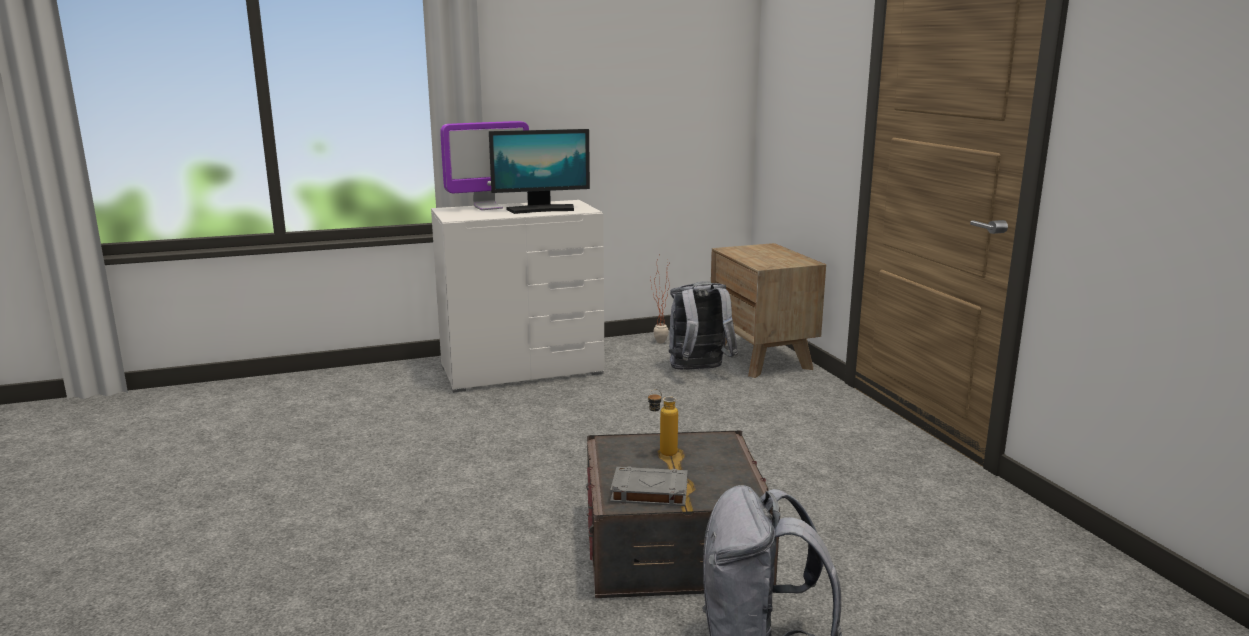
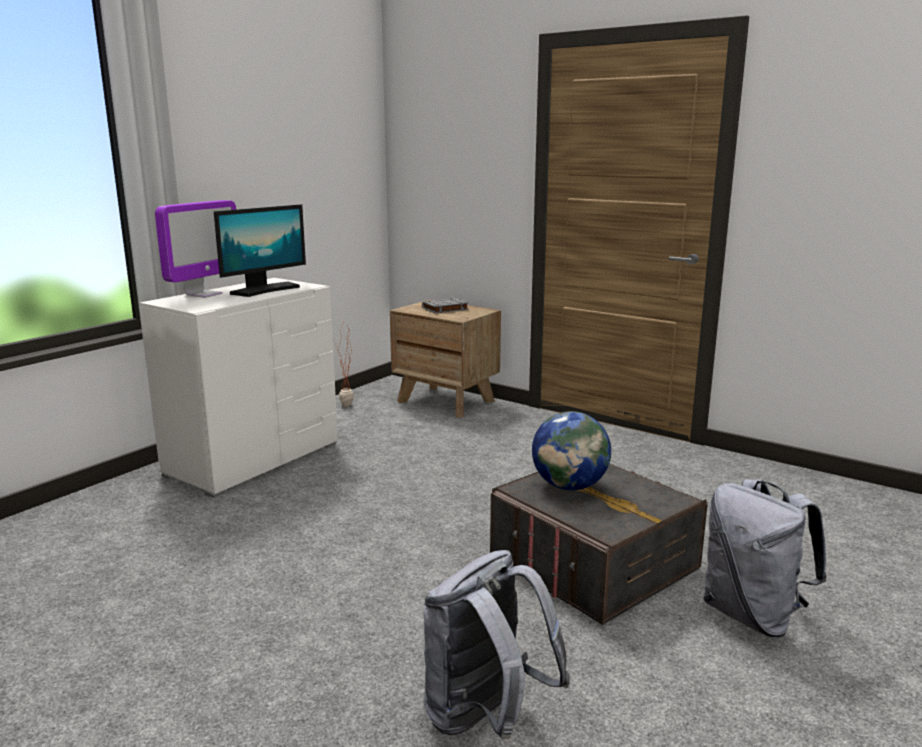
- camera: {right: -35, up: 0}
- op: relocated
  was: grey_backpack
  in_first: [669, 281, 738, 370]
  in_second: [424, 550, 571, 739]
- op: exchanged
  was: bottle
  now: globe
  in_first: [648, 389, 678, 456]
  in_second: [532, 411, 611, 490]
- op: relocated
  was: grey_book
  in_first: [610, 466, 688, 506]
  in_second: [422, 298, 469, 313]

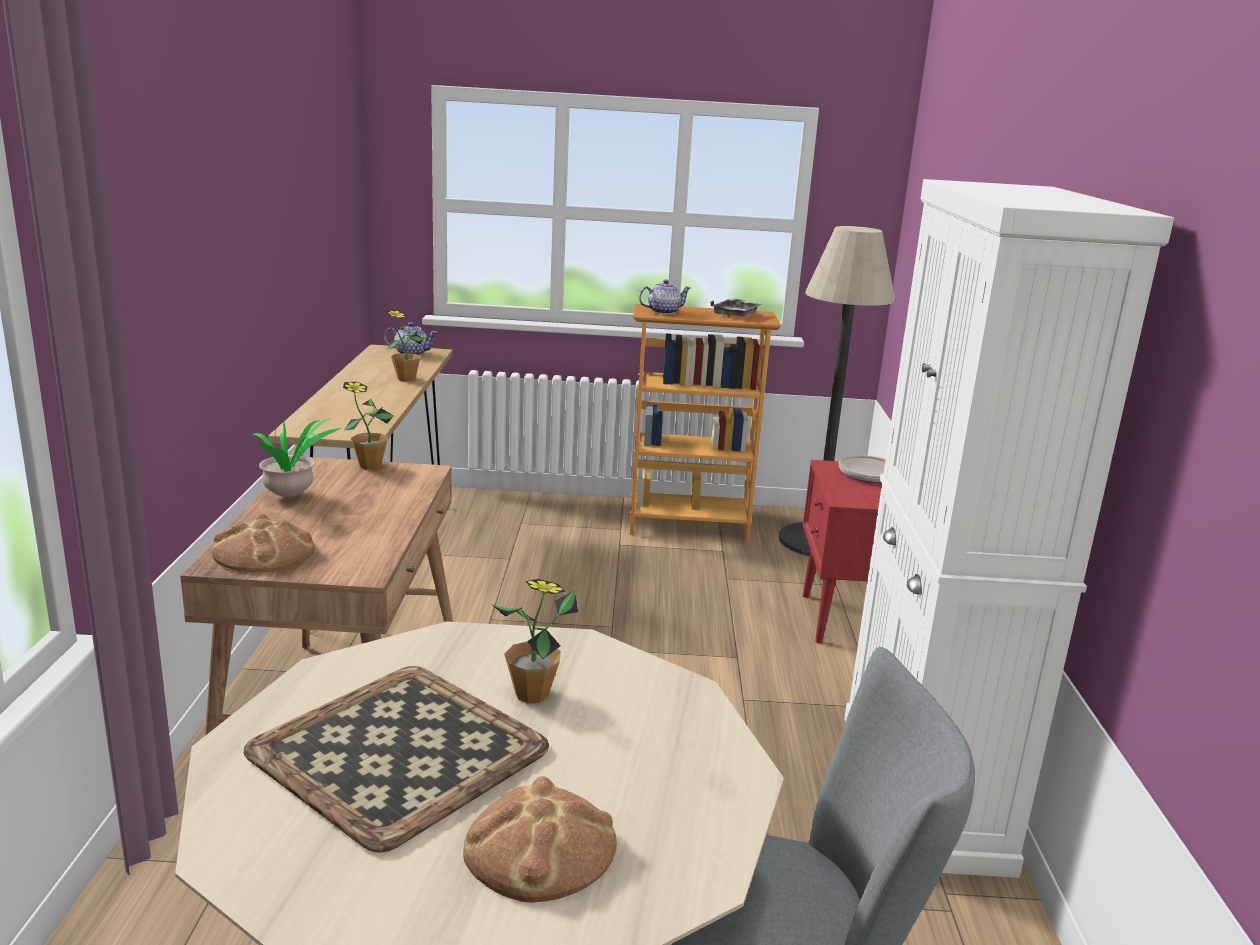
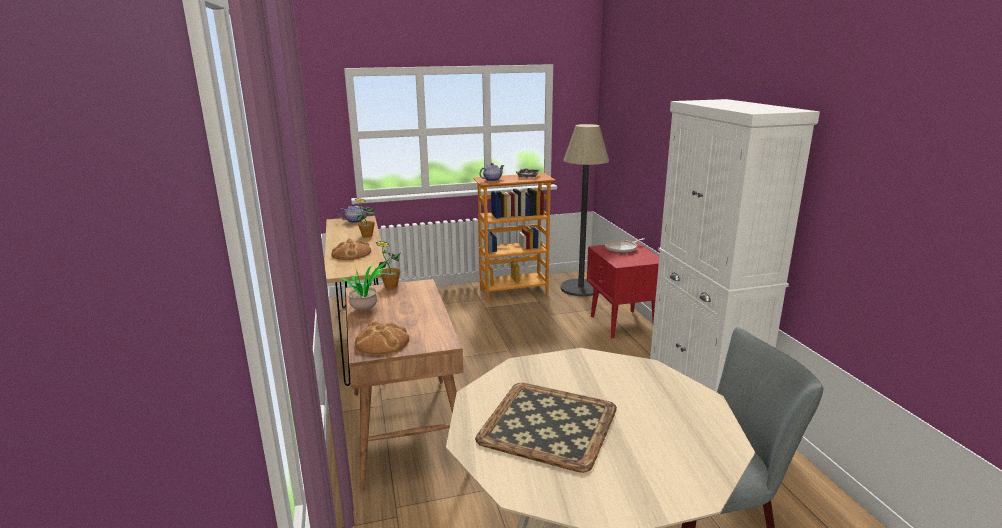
- camera: {right: -15, up: 0}
- op: missing
  was: potted_plant
  in_first: [491, 579, 578, 703]
- op: relocated
  was: bread
  in_first: [463, 776, 617, 903]
  in_second: [331, 238, 371, 260]

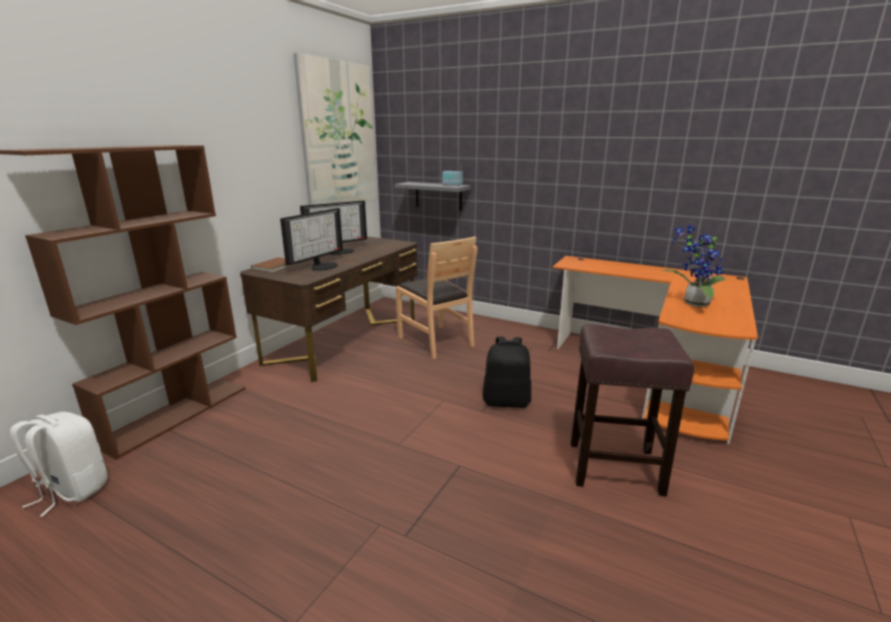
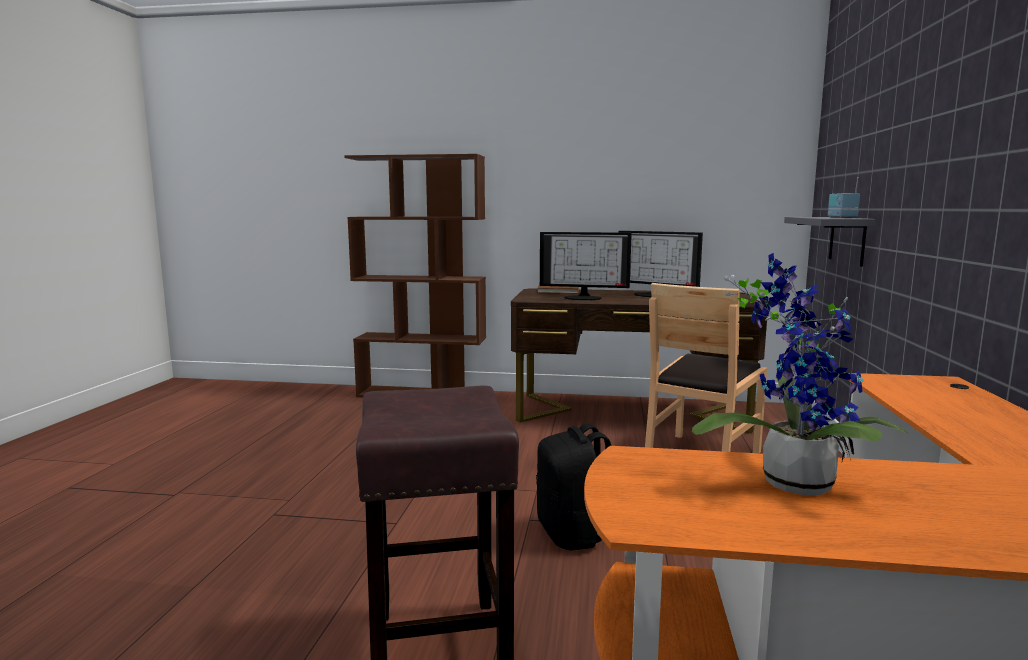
- camera: {right: 70, up: -10}
- op: missing
  was: picture
  in_first: [293, 53, 376, 205]
- op: missing
  was: white_backpack
  in_first: [10, 412, 108, 517]

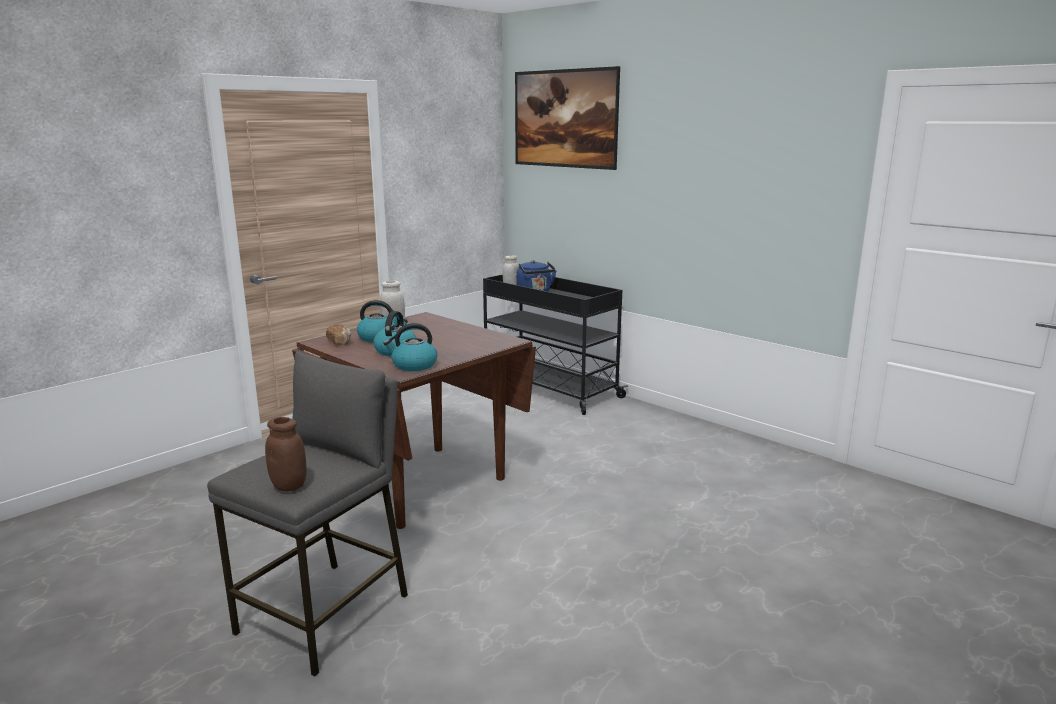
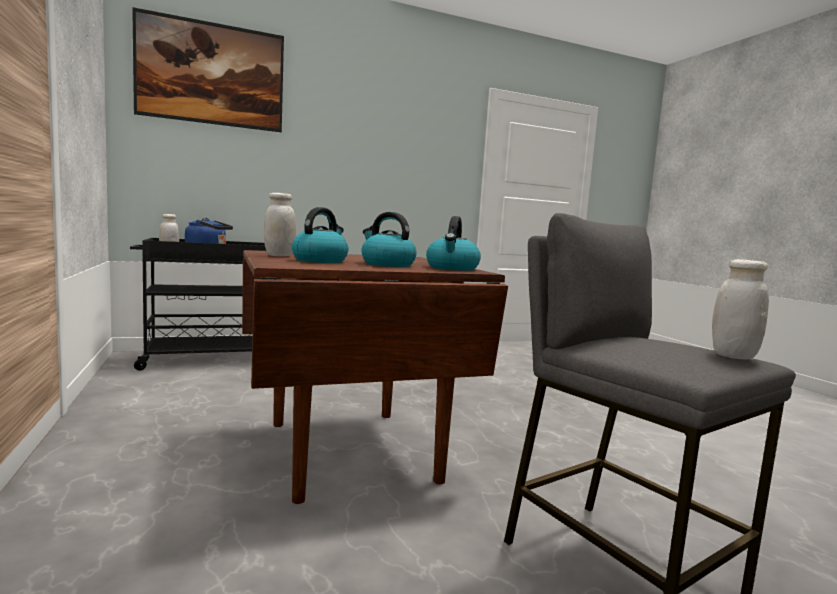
- camera: {right: -65, up: -10}
- op: missing
  was: bread
  in_first: [326, 324, 351, 345]
- op: colour
  was: brown_jar
  now: white_jar
  in_first: [265, 417, 307, 491]
  in_second: [712, 259, 769, 360]

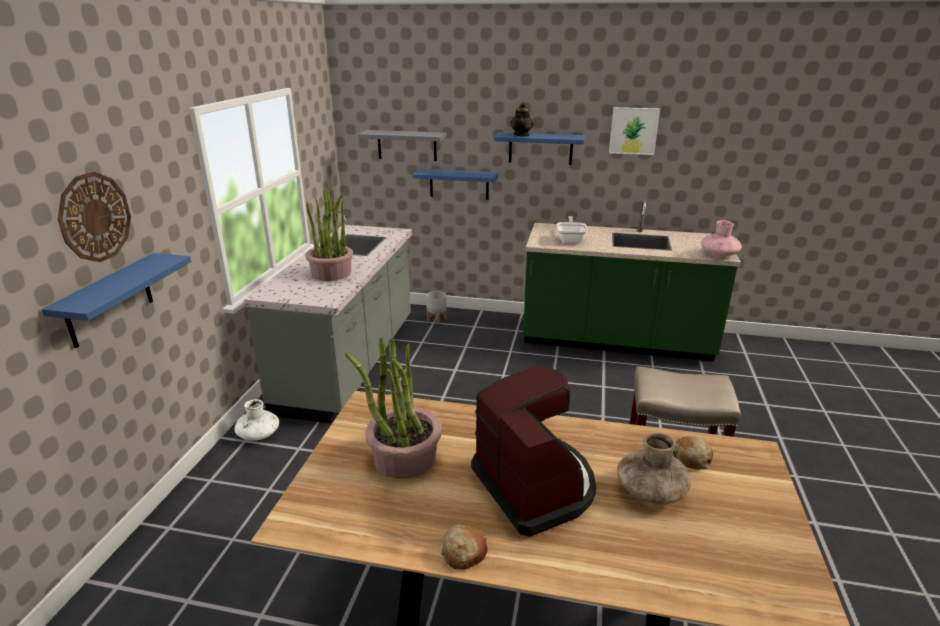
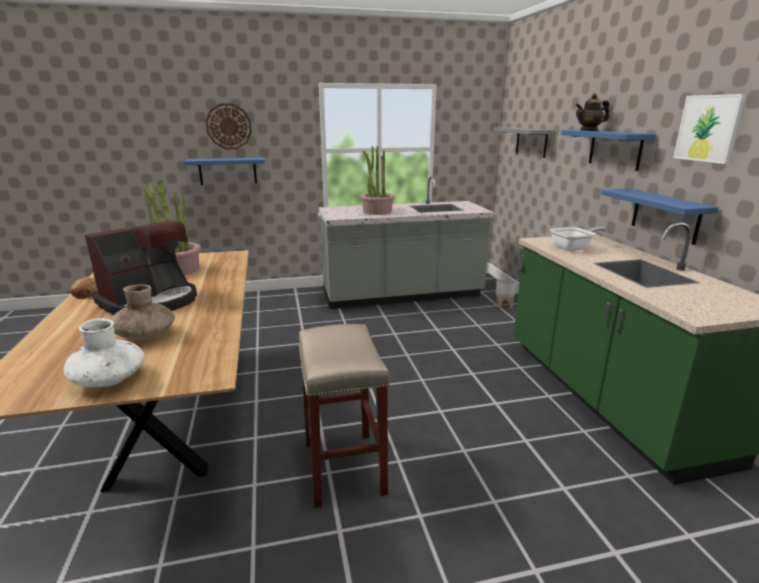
- camera: {right: 65, up: -5}
- op: relocated
  was: blue_shelf
  in_first: [413, 169, 499, 200]
  in_second: [601, 188, 719, 245]
- op: missing
  was: pink_vase
  in_first: [701, 220, 742, 258]
- op: relocated
  was: white_vase
  in_first: [234, 399, 279, 441]
  in_second: [64, 318, 145, 387]
- op: missing
  was: bread
  in_first: [673, 436, 713, 470]

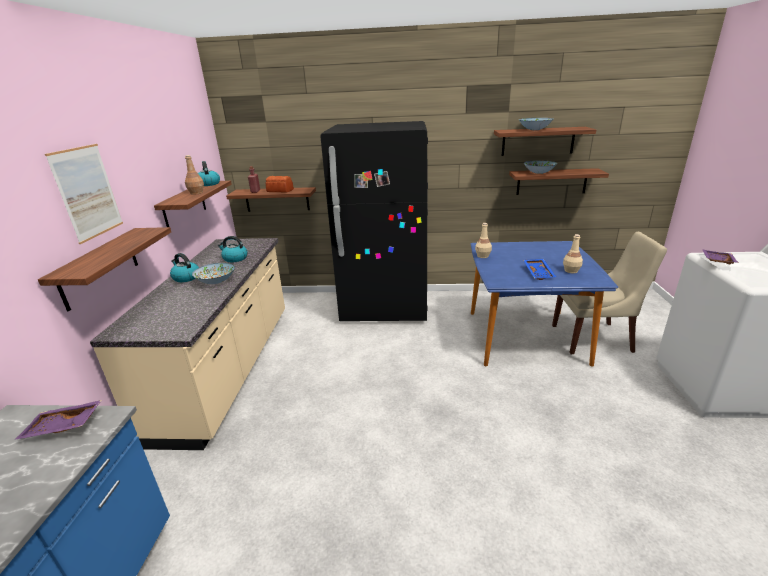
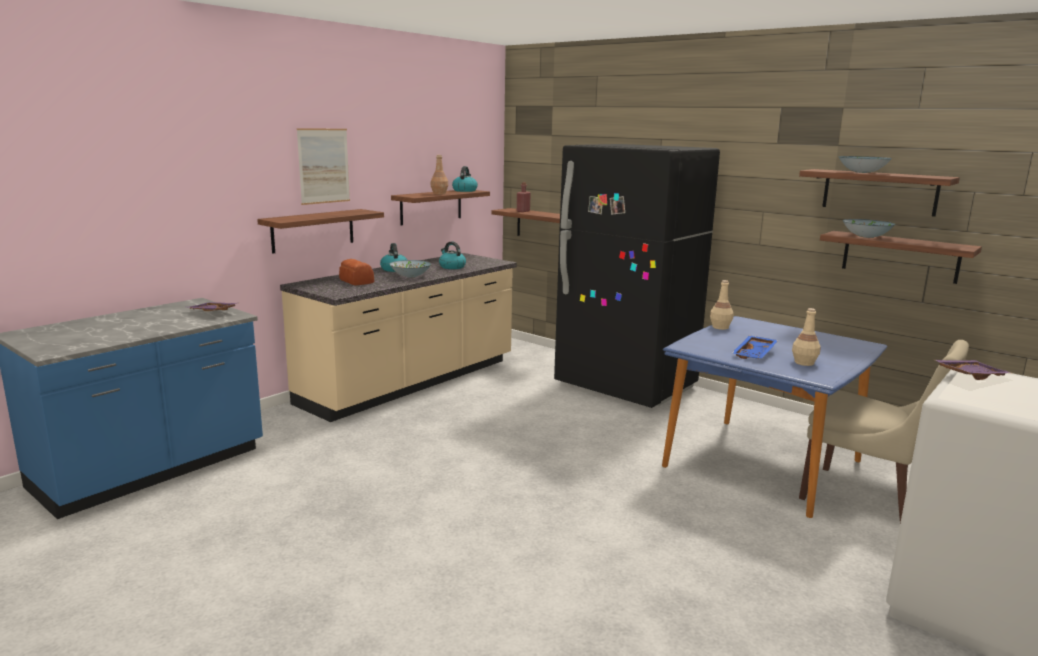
- camera: {right: 35, up: -10}
- op: relocated
  was: bread
  in_first: [266, 176, 294, 193]
  in_second: [339, 259, 374, 286]

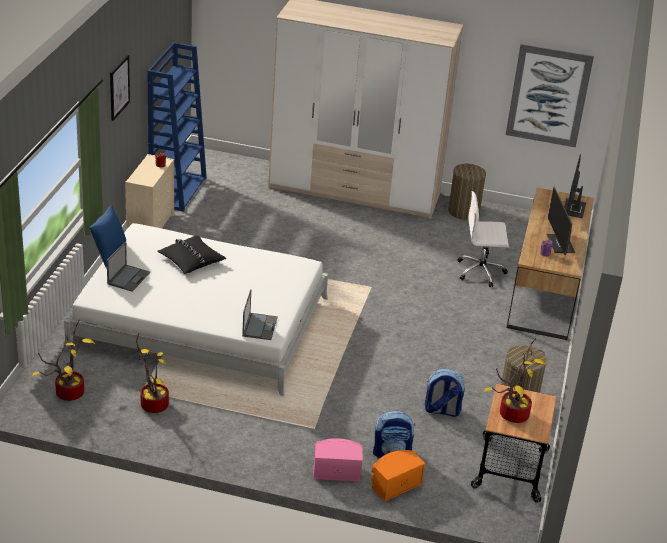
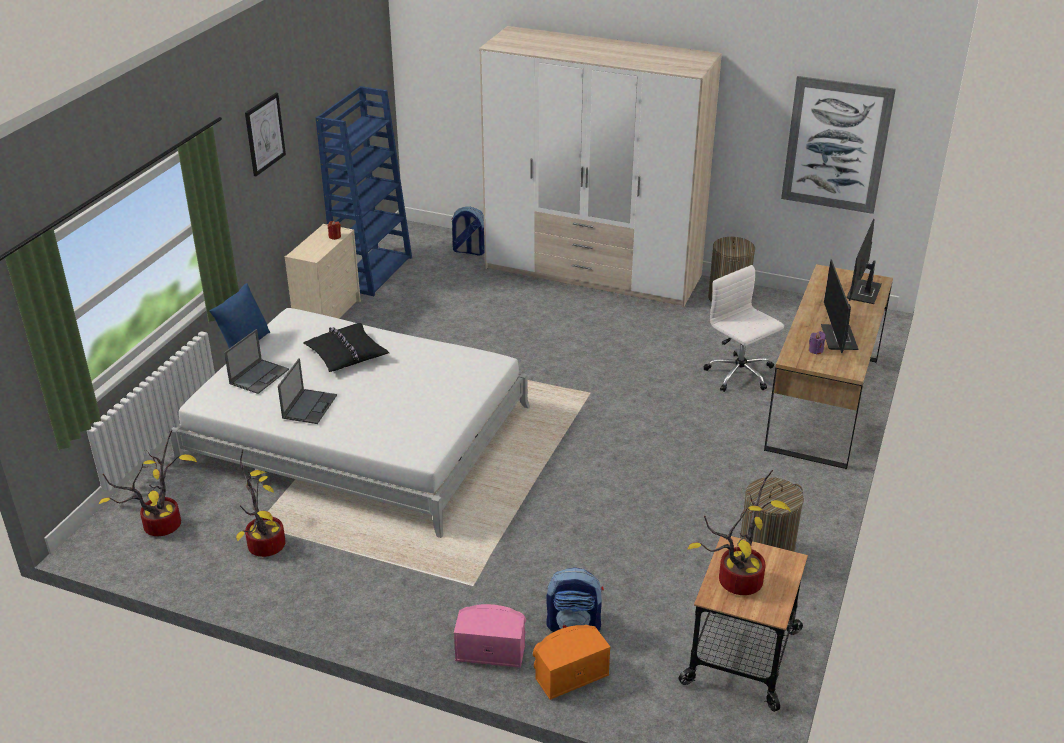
- camera: {right: 10, up: 0}
- op: spun
  was: white_office_chair
  in_first: [457, 191, 509, 287]
  in_second: [704, 265, 784, 392]
  clockwise: 45
- op: relocated
  was: laptop
  in_first: [242, 289, 278, 340]
  in_second: [278, 358, 337, 424]
- op: relocated
  was: backpack
  in_first: [425, 369, 465, 417]
  in_second: [451, 207, 485, 256]

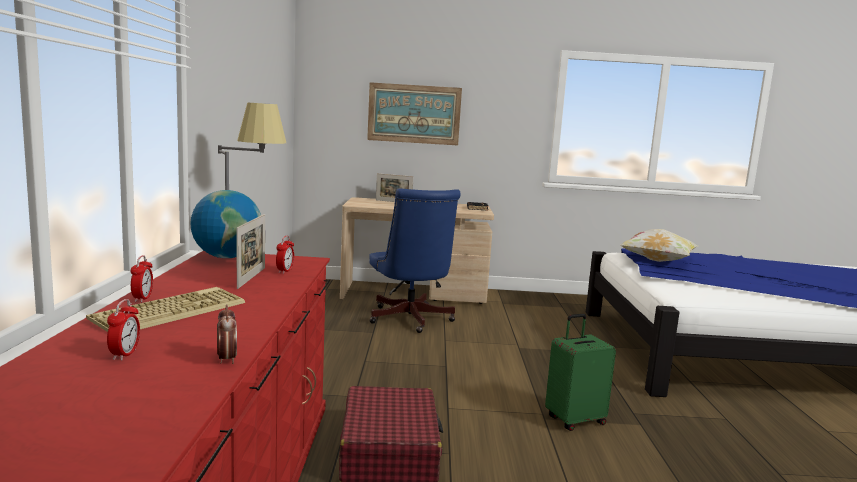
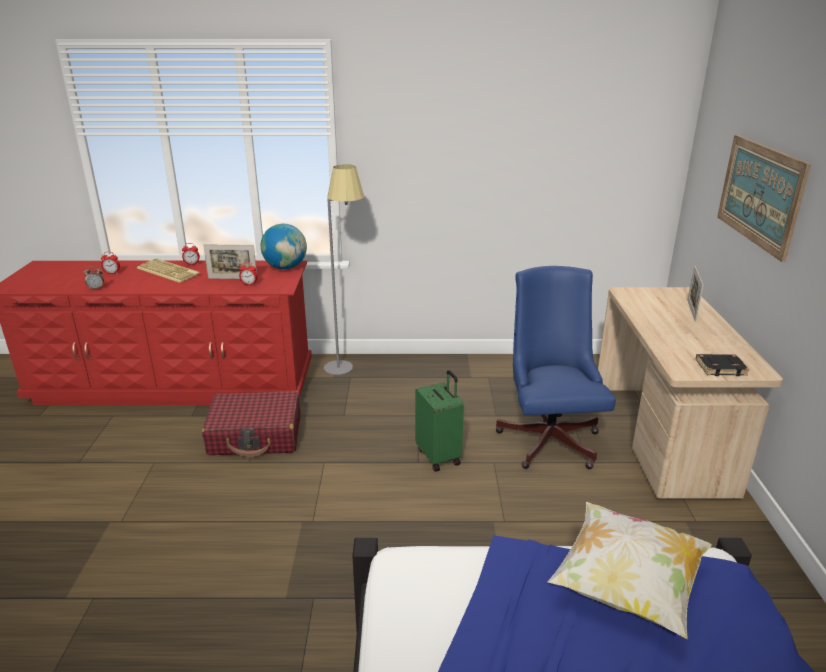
- camera: {right: 90, up: 15}
- op: spun
  was: blue_office_chair
  in_first: [369, 188, 461, 333]
  in_second: [496, 266, 616, 469]
  clockwise: 105
- op: relocated
  was: green_suitcase
  in_first: [545, 314, 616, 431]
  in_second: [415, 370, 464, 471]

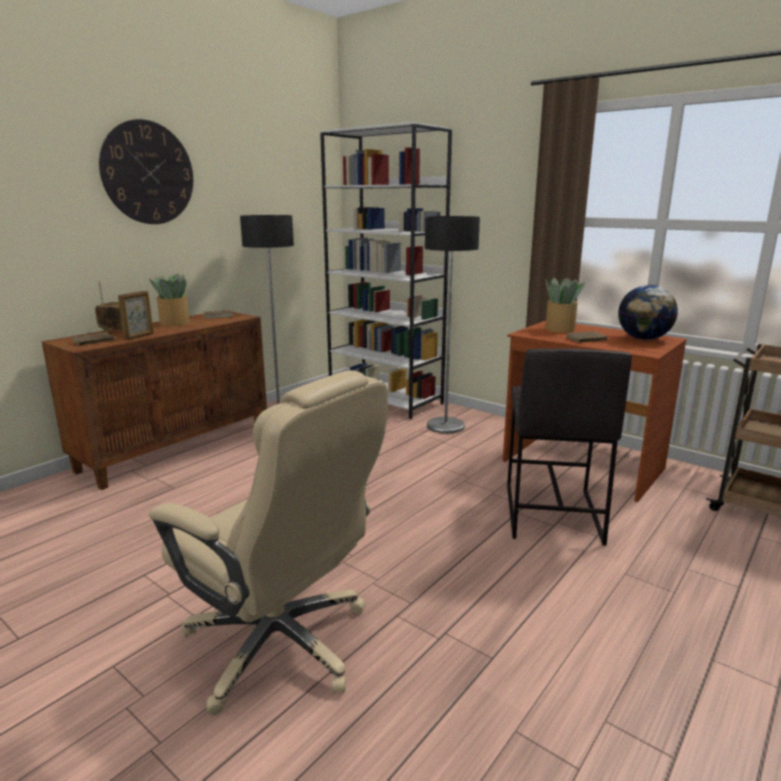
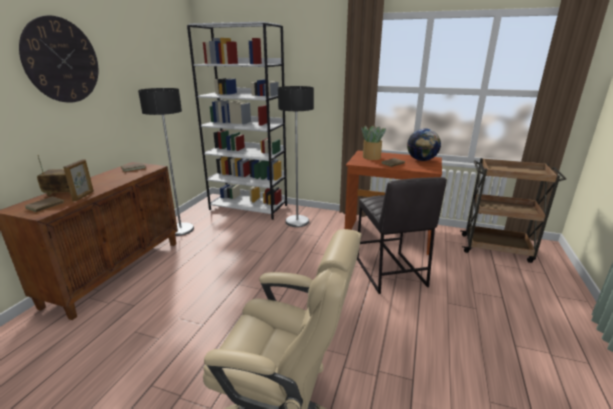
- camera: {right: -20, up: 5}
- op: missing
  was: potted_plant
  in_first: [149, 274, 190, 326]

